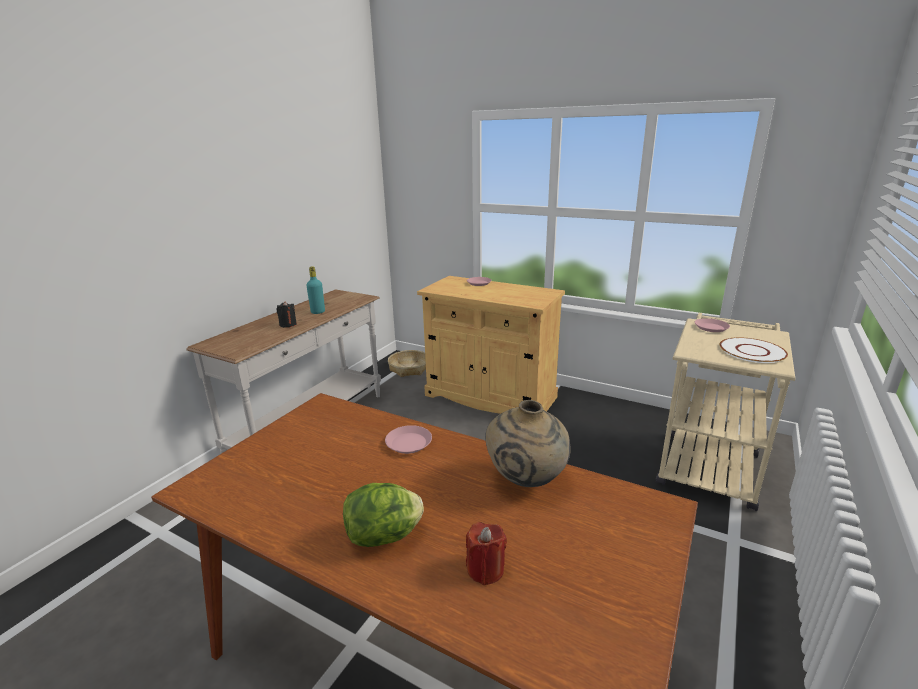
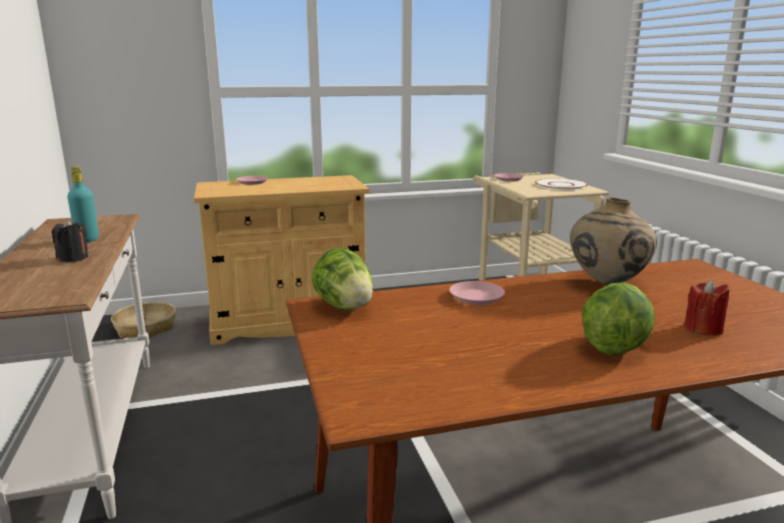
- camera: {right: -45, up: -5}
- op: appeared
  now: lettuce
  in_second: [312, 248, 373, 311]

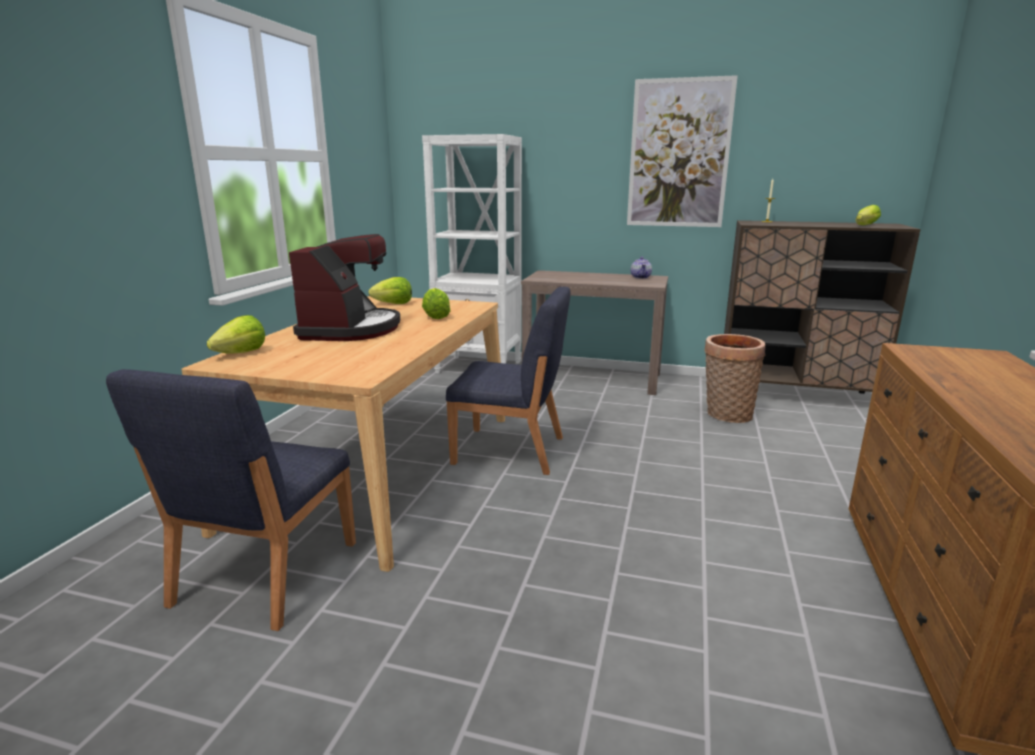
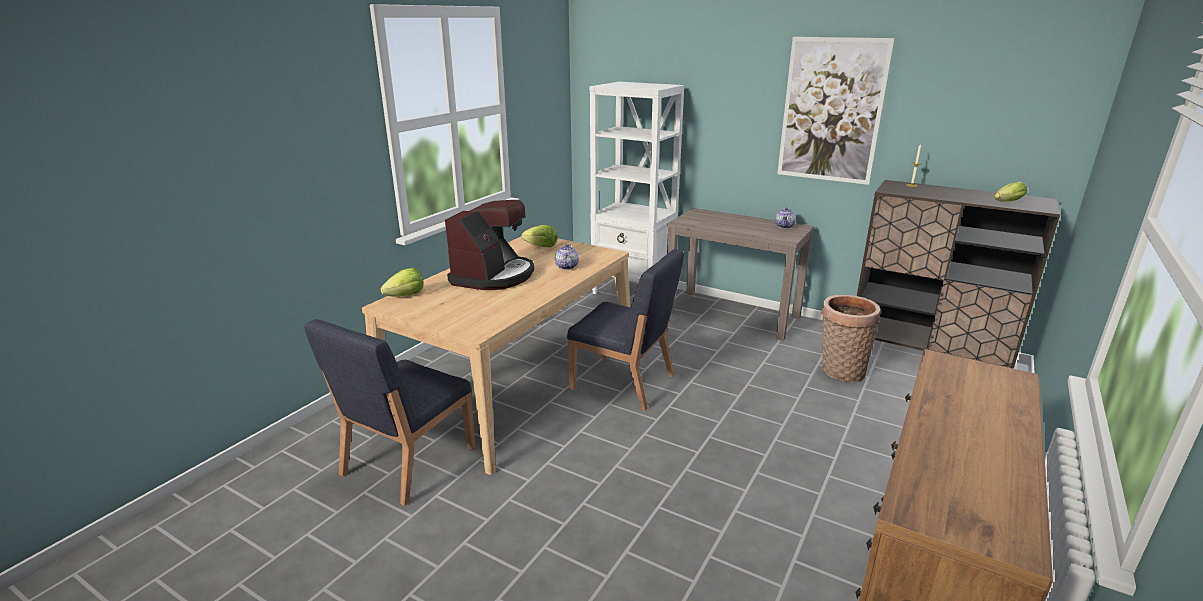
- camera: {right: 15, up: 5}
- op: exchanged
  was: lettuce
  now: teapot
  in_first: [422, 288, 451, 319]
  in_second: [555, 244, 579, 270]

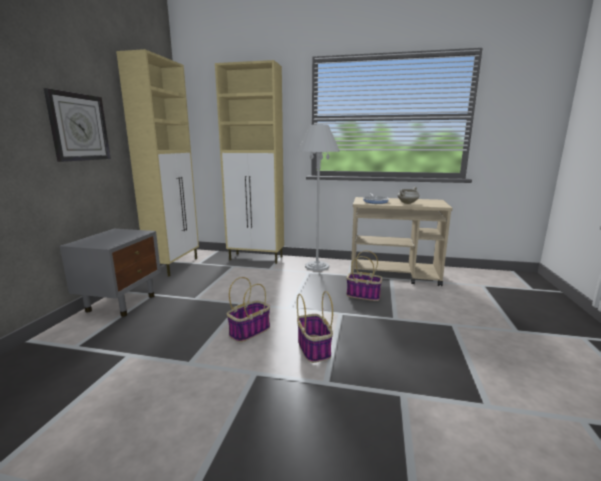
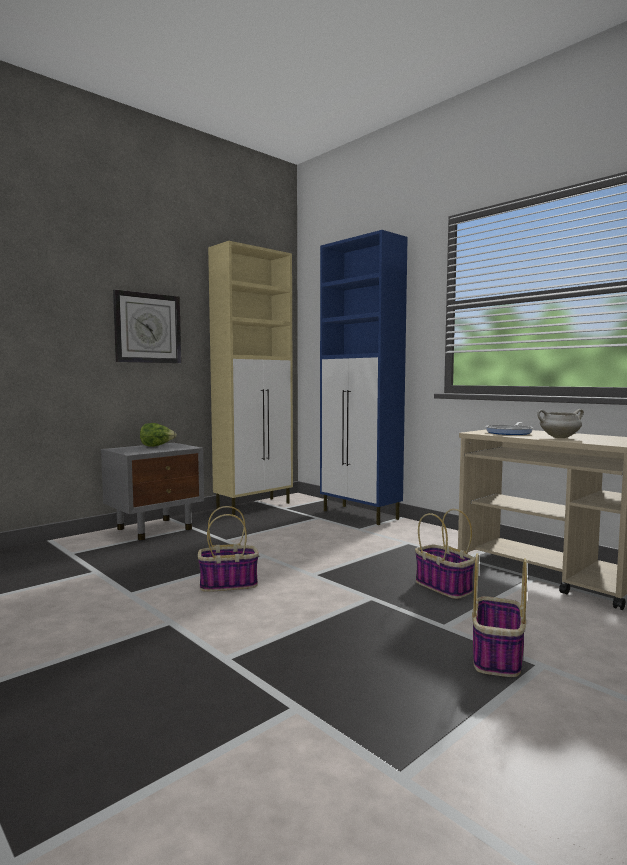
- camera: {right: 35, up: -10}
- op: colour
  was: beige_cabinet
  now: blue_cabinet
  in_first: [215, 60, 284, 264]
  in_second: [320, 230, 408, 525]
- op: missing
  was: white_floor_lamp
  in_first: [298, 124, 340, 271]
- op: relocated
  was: basket
  in_first: [297, 291, 333, 363]
  in_second: [472, 553, 527, 677]
- op: appeared
  now: lettuce
  in_second: [140, 423, 177, 447]

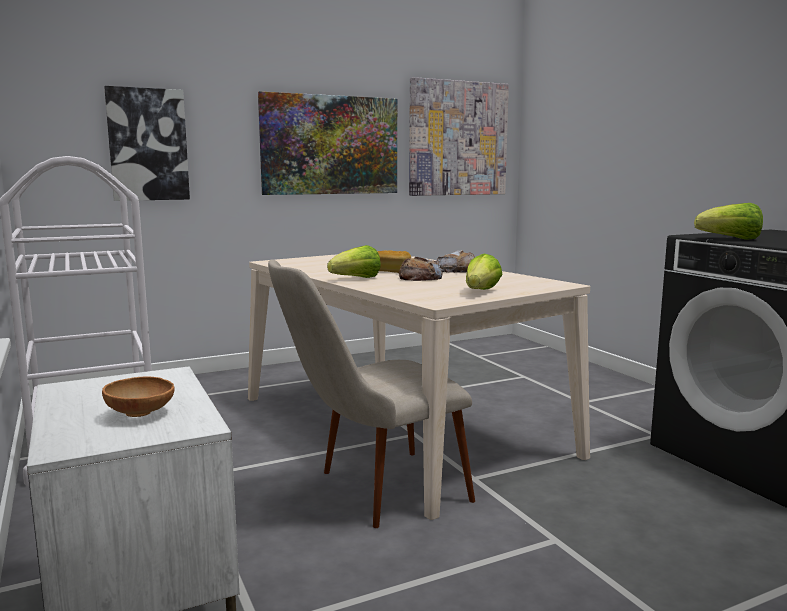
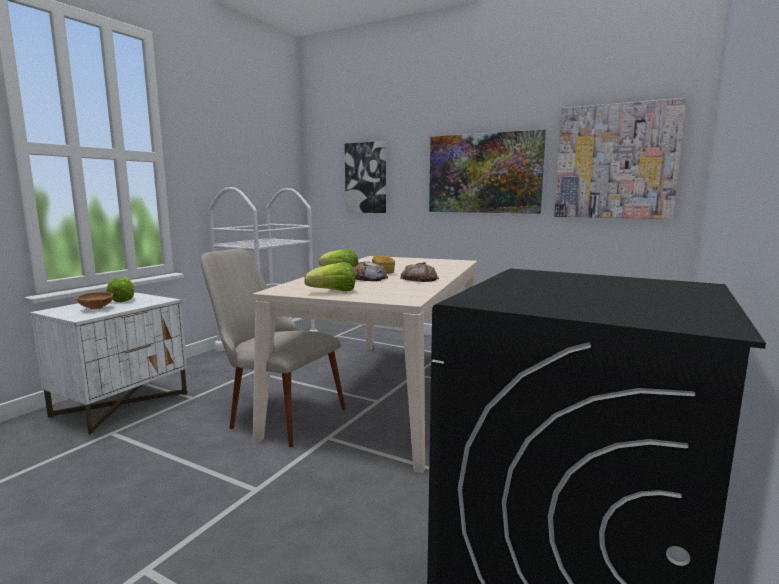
- camera: {right: 55, up: 0}
- op: relocated
  was: lettuce
  in_first: [694, 203, 763, 240]
  in_second: [107, 277, 134, 302]

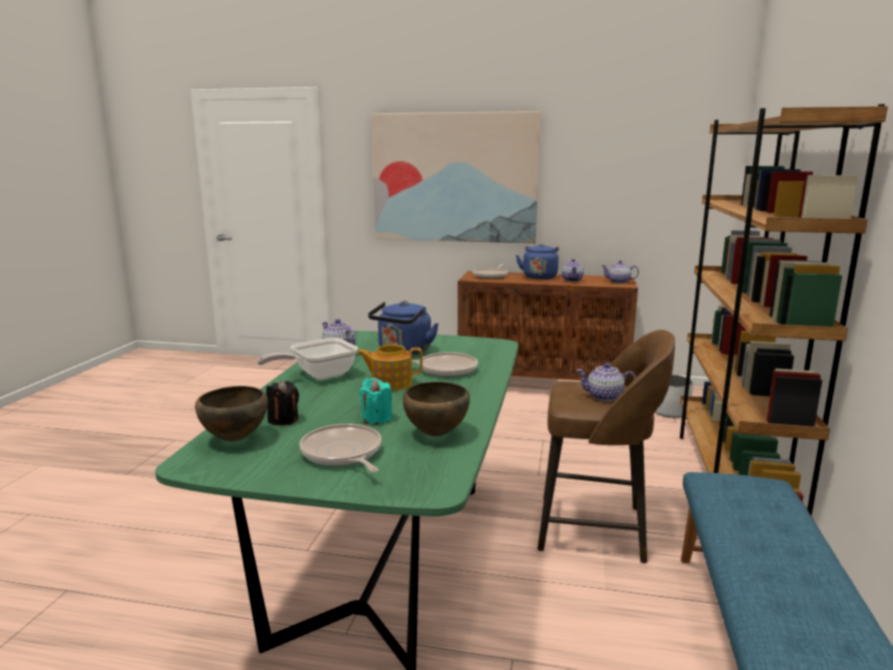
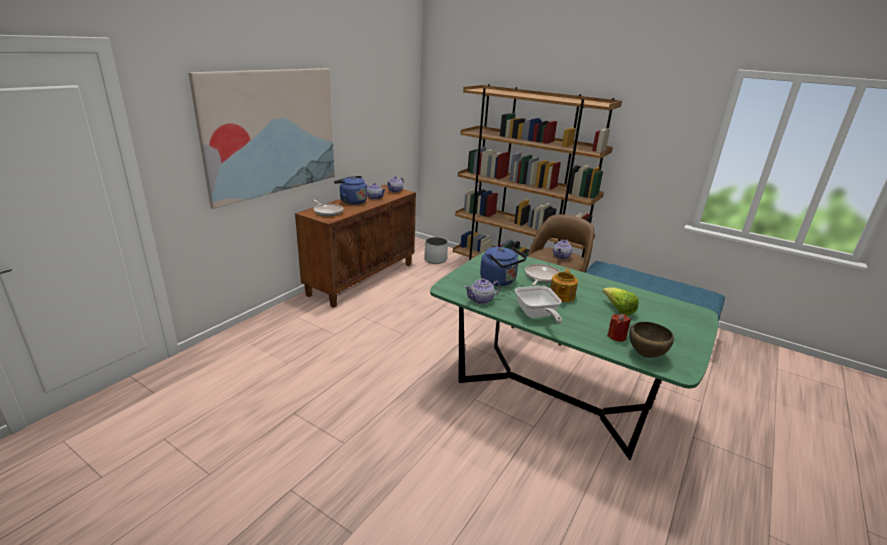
- camera: {right: -70, up: 10}
- op: exchanged
  was: turquoise_candle
  now: lettuce
  in_first: [359, 378, 393, 425]
  in_second: [603, 287, 639, 316]
- op: colour
  was: black_candle
  now: red_candle
  in_first: [266, 380, 299, 426]
  in_second: [607, 314, 631, 342]
- op: missing
  was: brown_bowl
  in_first: [403, 382, 470, 436]
- op: missing
  was: frying_pan
  in_first: [300, 424, 382, 473]

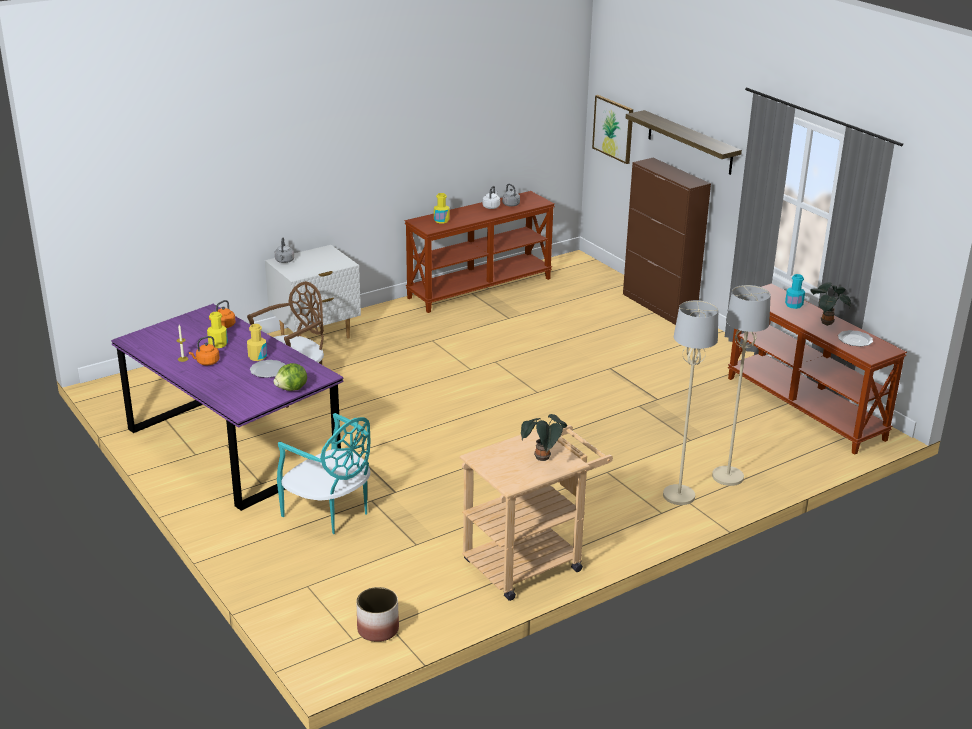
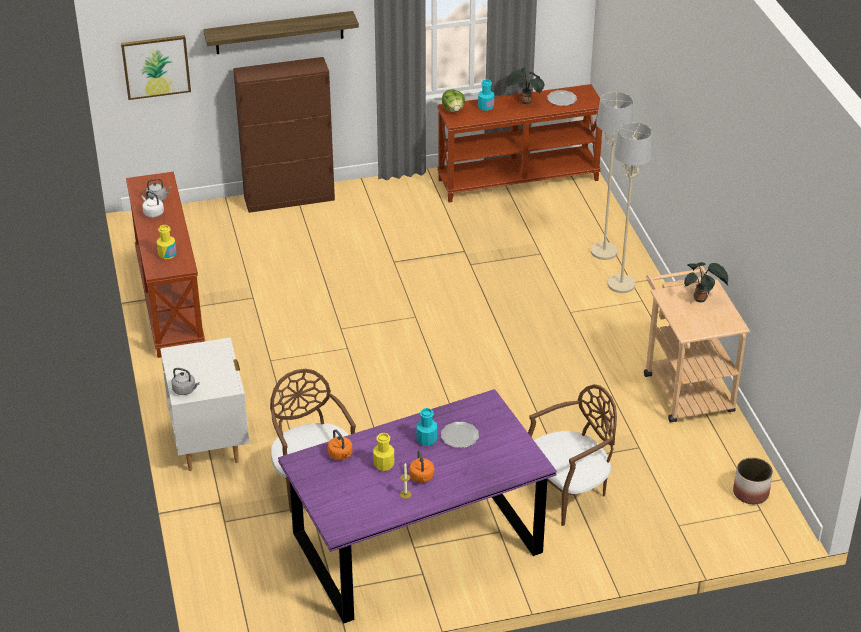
- camera: {right: -70, up: 10}
- op: colour
  was: yellow_bottle
  now: turquoise_bottle
  in_first: [247, 324, 267, 361]
  in_second: [416, 408, 437, 446]
- op: relocated
  was: lettuce
  in_first: [273, 363, 307, 391]
  in_second: [442, 89, 465, 112]
- op: colour
  was: turquoise_chair
  now: brown_chair
  in_first: [277, 413, 371, 534]
  in_second: [528, 384, 617, 526]

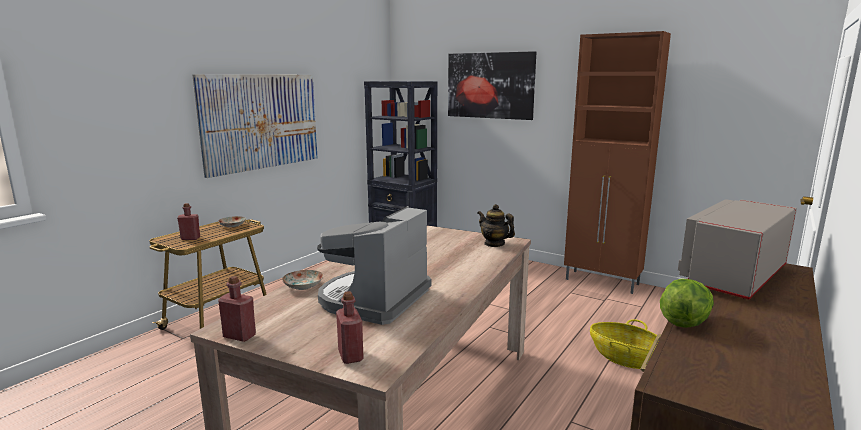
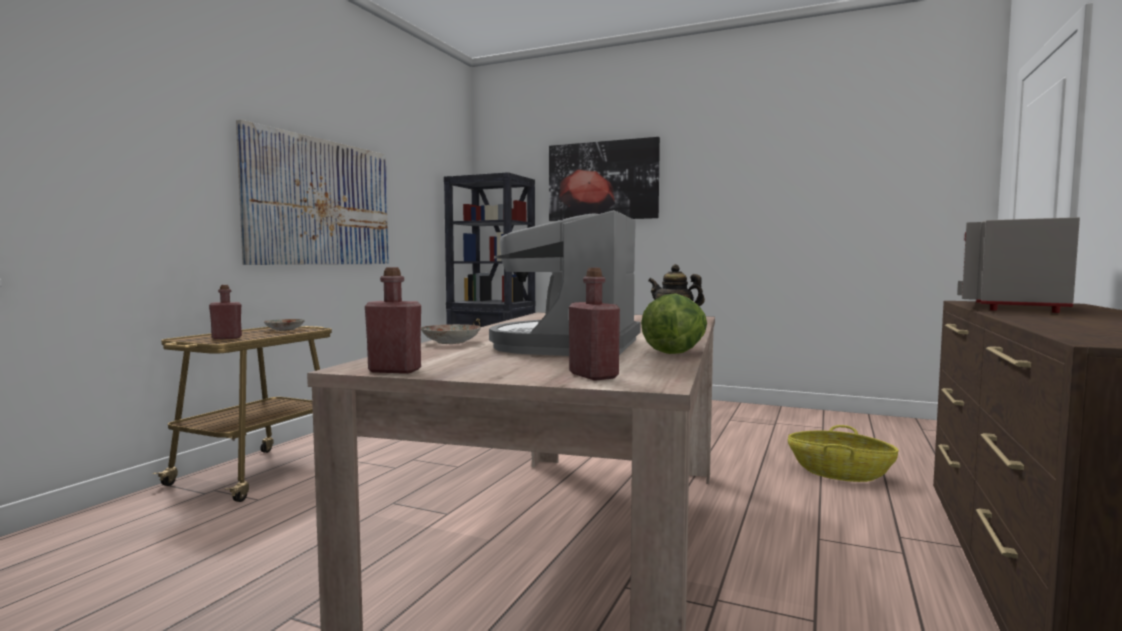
- camera: {right: -10, up: -10}
- op: missing
  was: brown_cabinet
  in_first: [564, 31, 671, 294]
- op: relocated
  was: lettuce
  in_first: [660, 279, 714, 328]
  in_second: [641, 293, 707, 354]

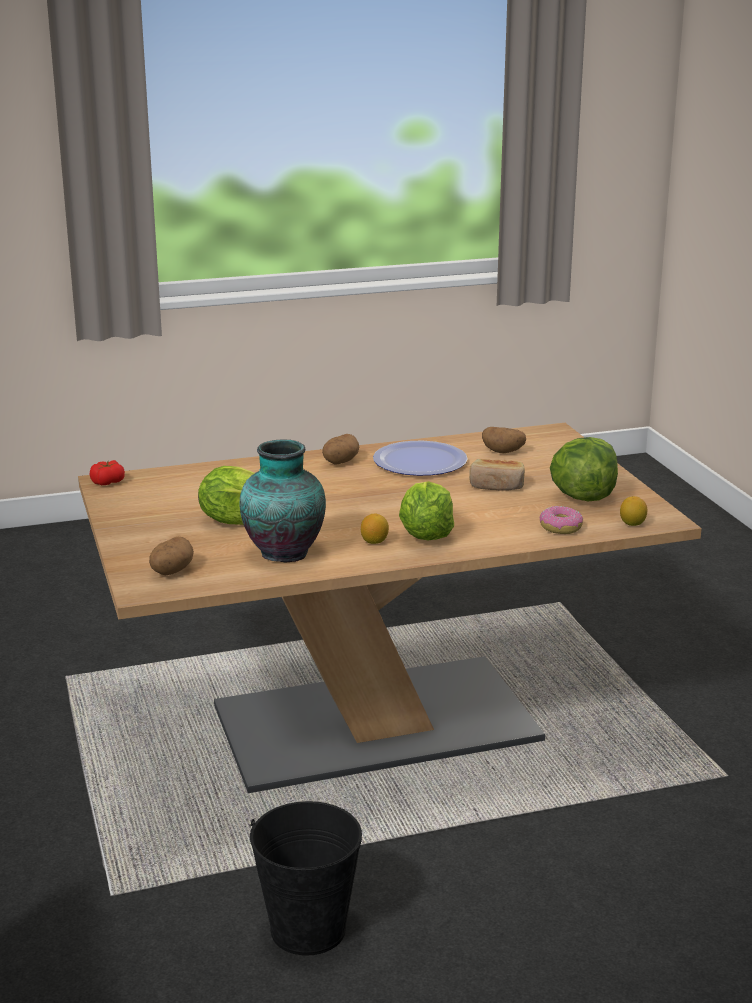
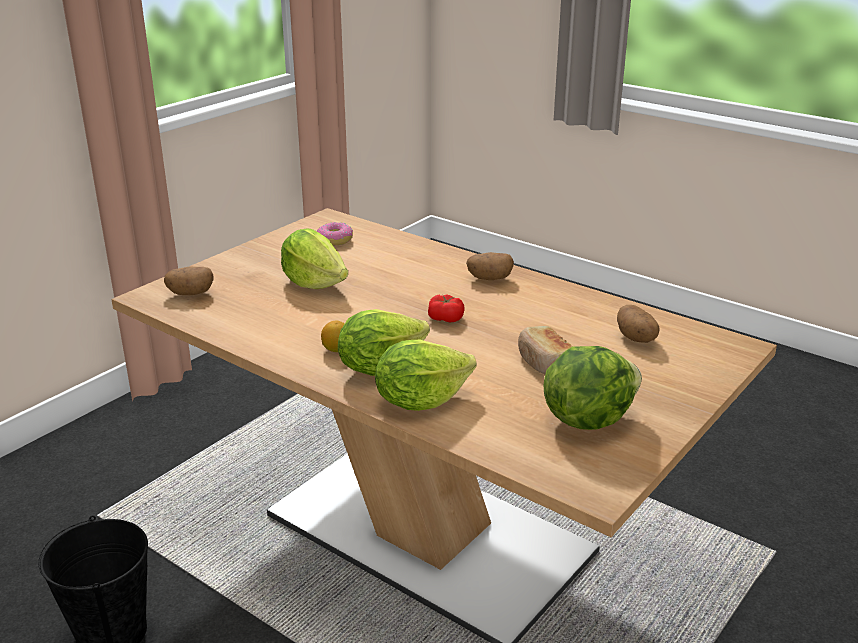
- camera: {right: 55, up: 5}
- op: missing
  was: vase
  in_first: [240, 440, 326, 562]
- op: missing
  was: plate
  in_first: [373, 441, 468, 476]
- op: relocated
  was: tomato
  in_first: [90, 460, 125, 485]
  in_second: [428, 294, 465, 323]
- op: missing
  was: lemon
  in_first: [620, 496, 647, 526]
- op: relocated
  was: donut
  in_first: [540, 506, 583, 534]
  in_second: [317, 222, 353, 246]
- op: appeared
  now: lettuce
  in_second: [375, 340, 477, 411]

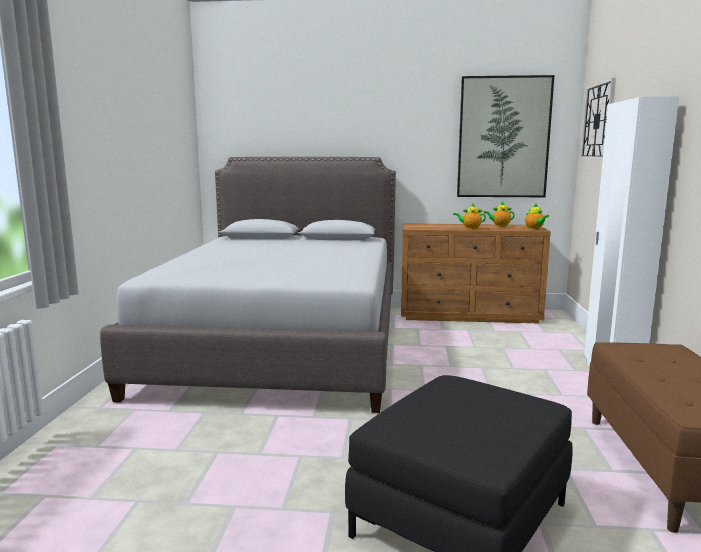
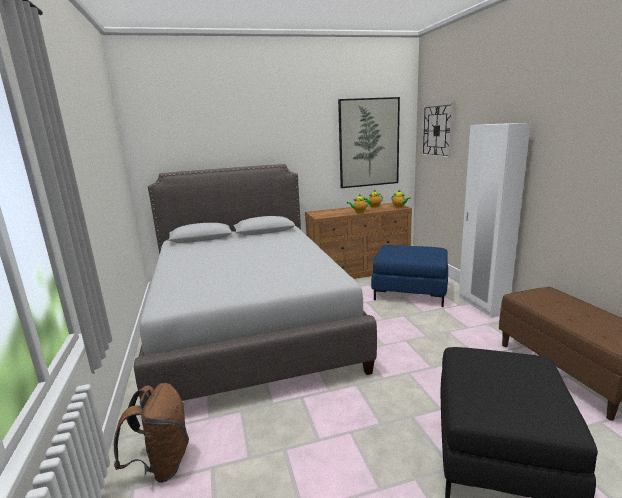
- camera: {right: -20, up: 5}
- op: appeared
  now: blue_ottoman
  in_second: [371, 245, 448, 307]
- op: appeared
  now: brown_backpack
  in_second: [114, 383, 189, 483]

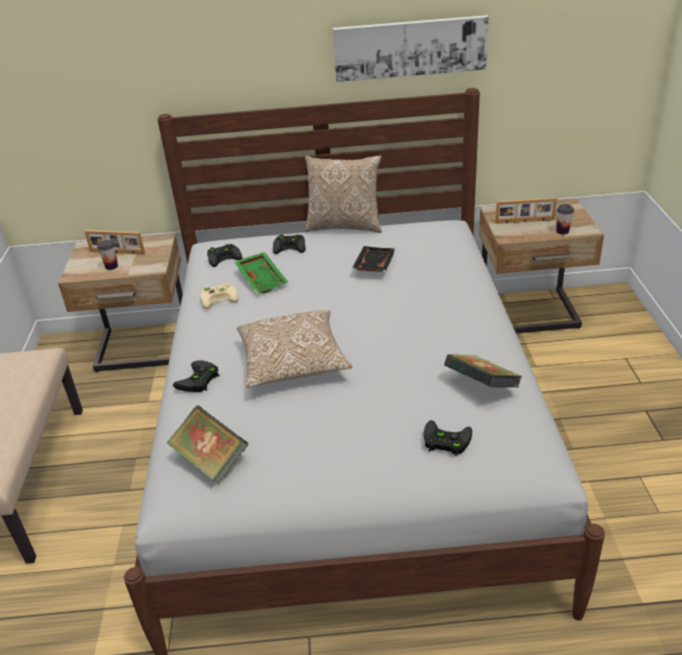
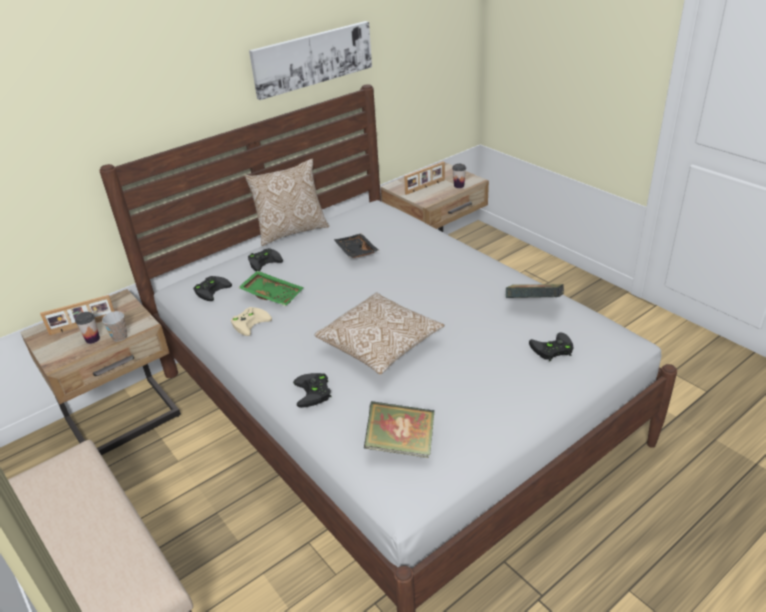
- camera: {right: -35, up: 0}
- op: appeared
  now: cup
  in_second: [102, 311, 127, 342]

